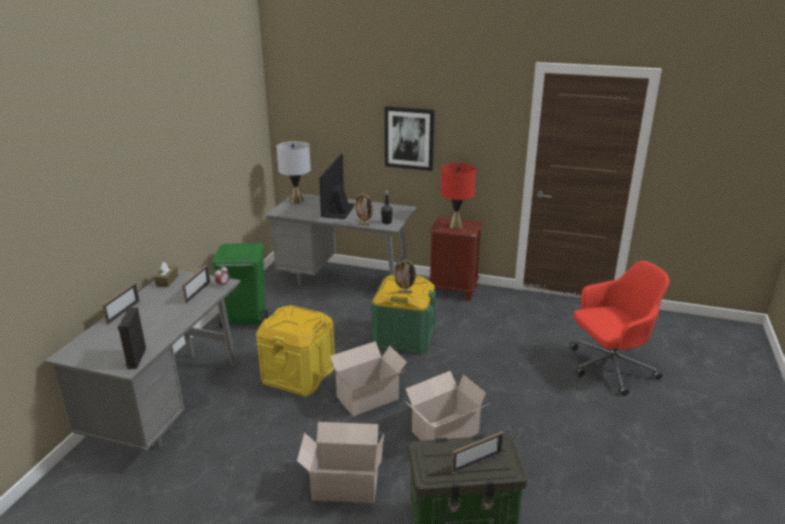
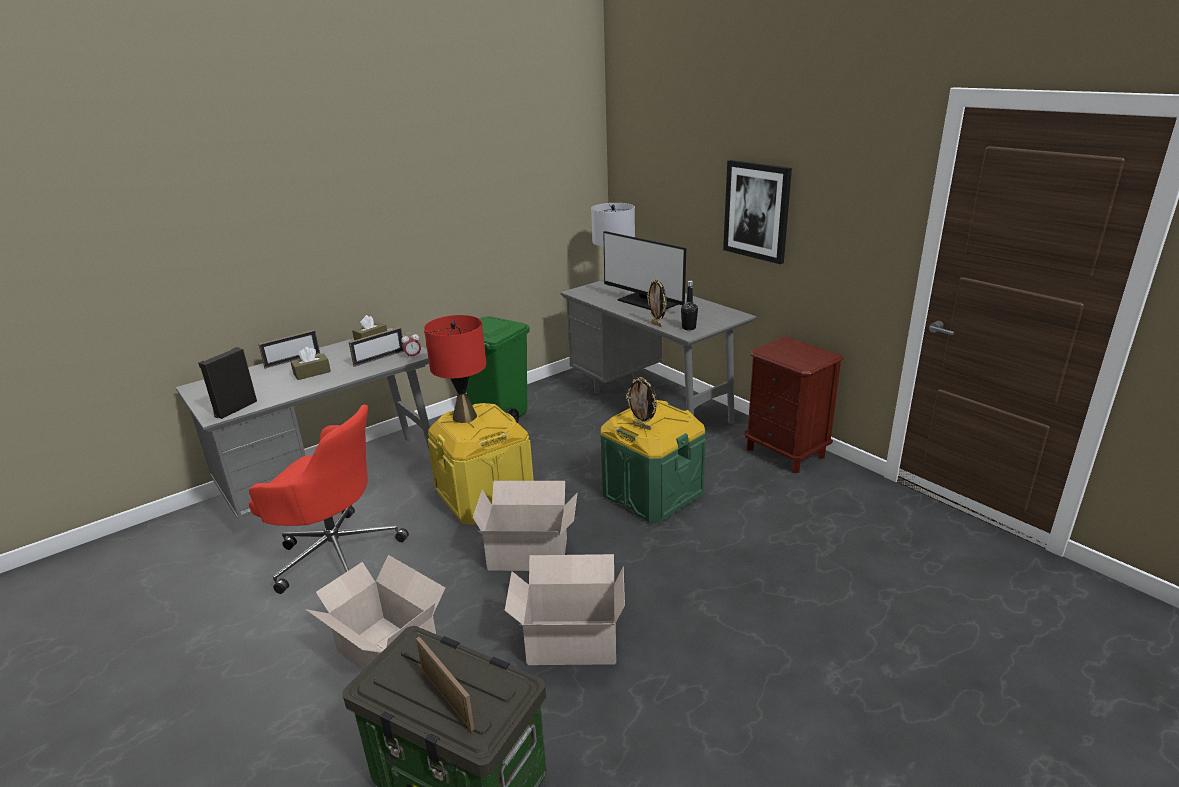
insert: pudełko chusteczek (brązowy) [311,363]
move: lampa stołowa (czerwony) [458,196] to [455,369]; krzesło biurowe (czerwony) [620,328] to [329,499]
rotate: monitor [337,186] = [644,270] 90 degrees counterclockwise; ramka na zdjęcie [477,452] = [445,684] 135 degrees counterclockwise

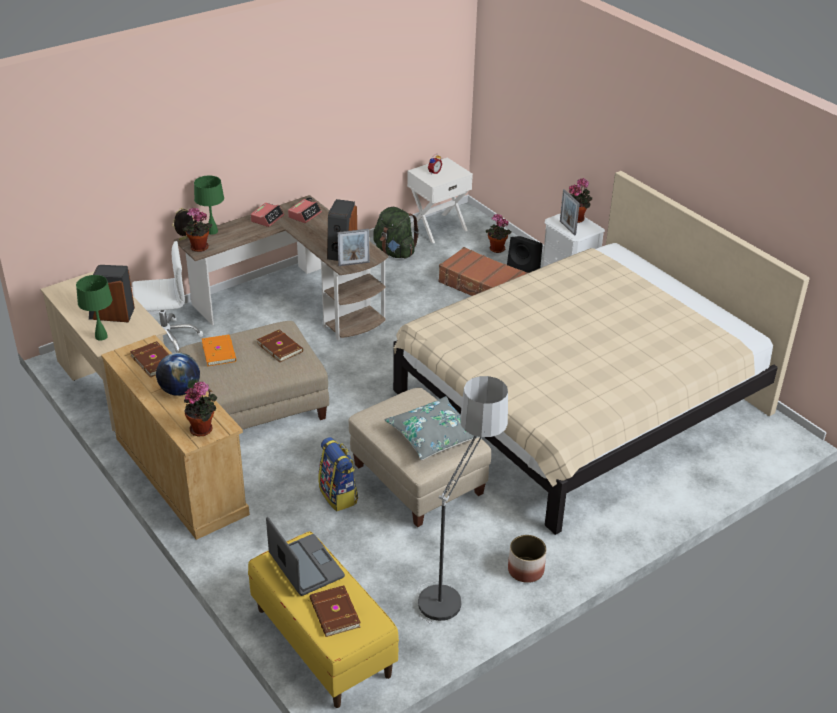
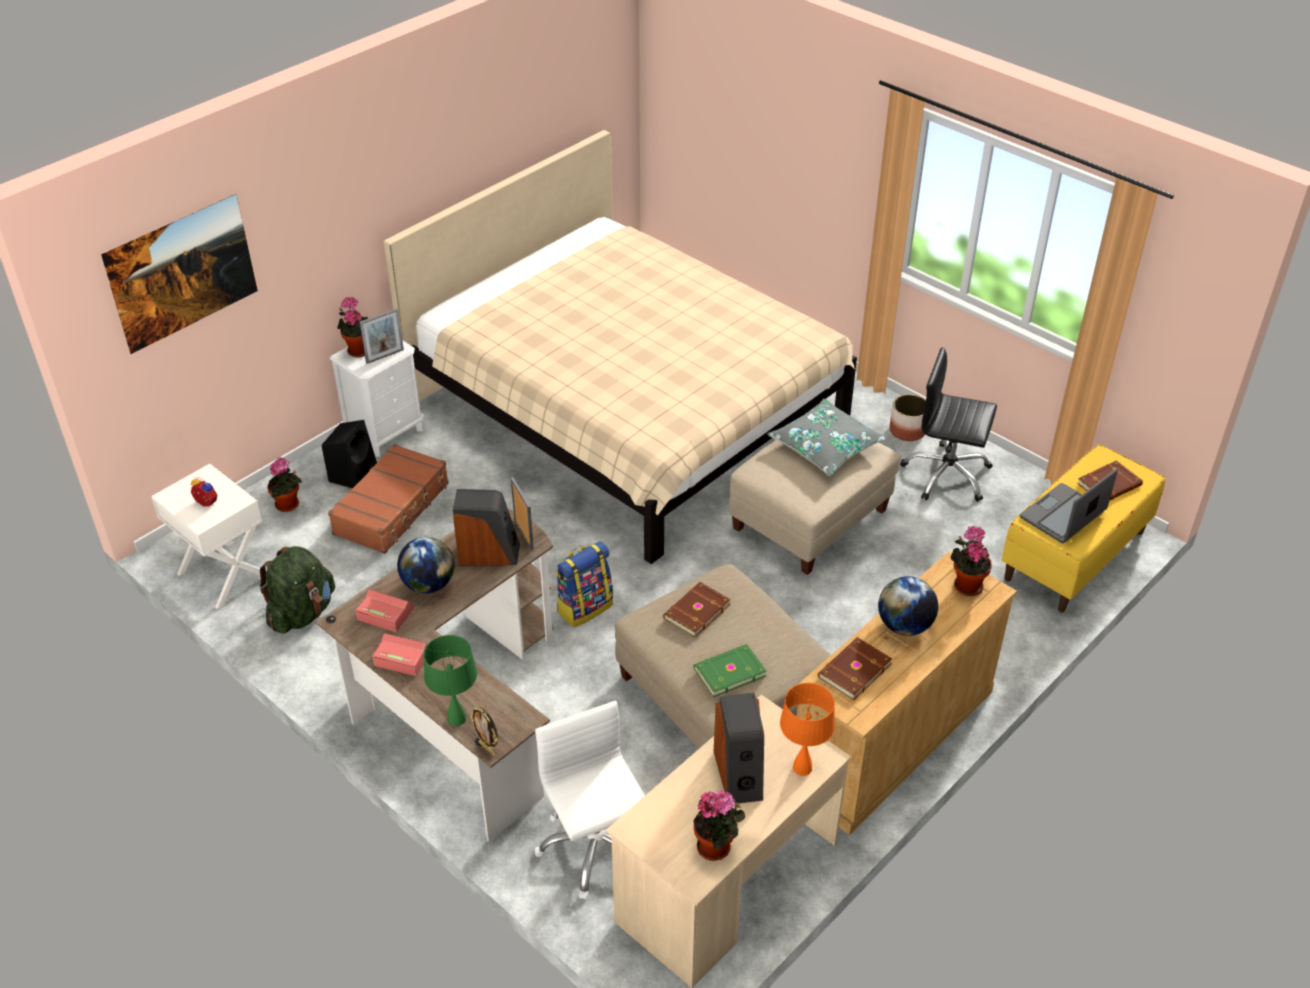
insert: obraz [179,274]; globus [425,565]
move: roślina doniczkowa [197,230] to [719,825]; plecak [338,474] to [584,584]
replace: lampa stojąca [462,500] to krzesło biurowe (czarny) [948,424]
recolor: lampa stołowa (zielony) [94,308] to lampa stołowa (pomarańczowy) [807,729]; książka (pomarańczowy) [219,350] to książka (zielony) [730,670]

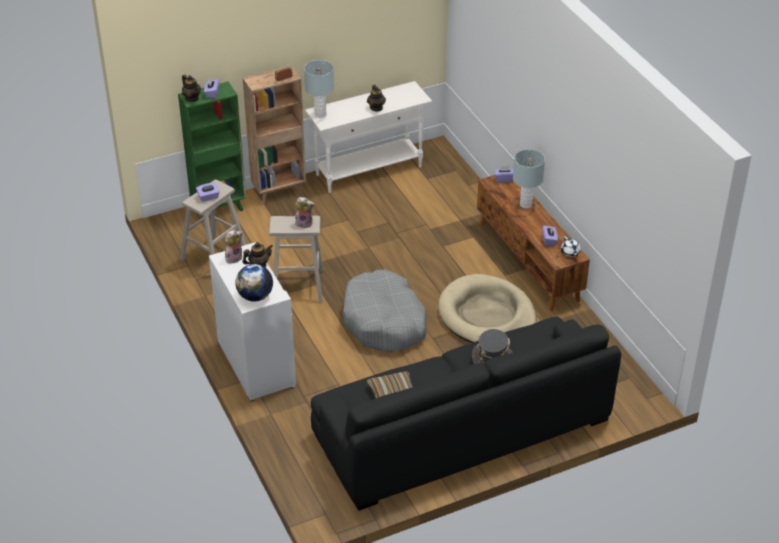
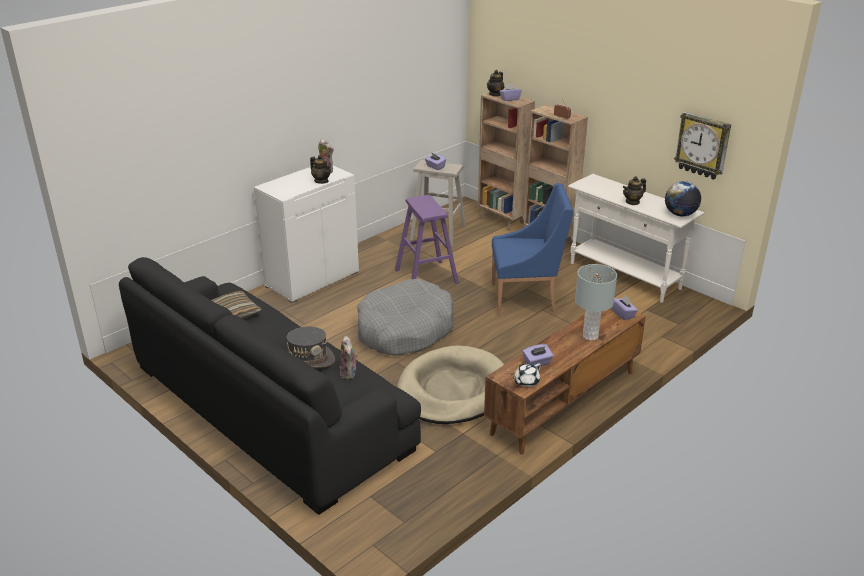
delete: lampa stołowa (szary) [319,89]
insert: zegar ścienny [702,146]; fotel (niebieski) [532,249]
move: pluszak [305,212] to [349,357]; globus [254,283] to [683,198]
recolor: regał (zielony) [212,152] to regał (brązowy) [506,162]; stołek (beżowy) [296,259] to stołek (fioletowy) [427,239]

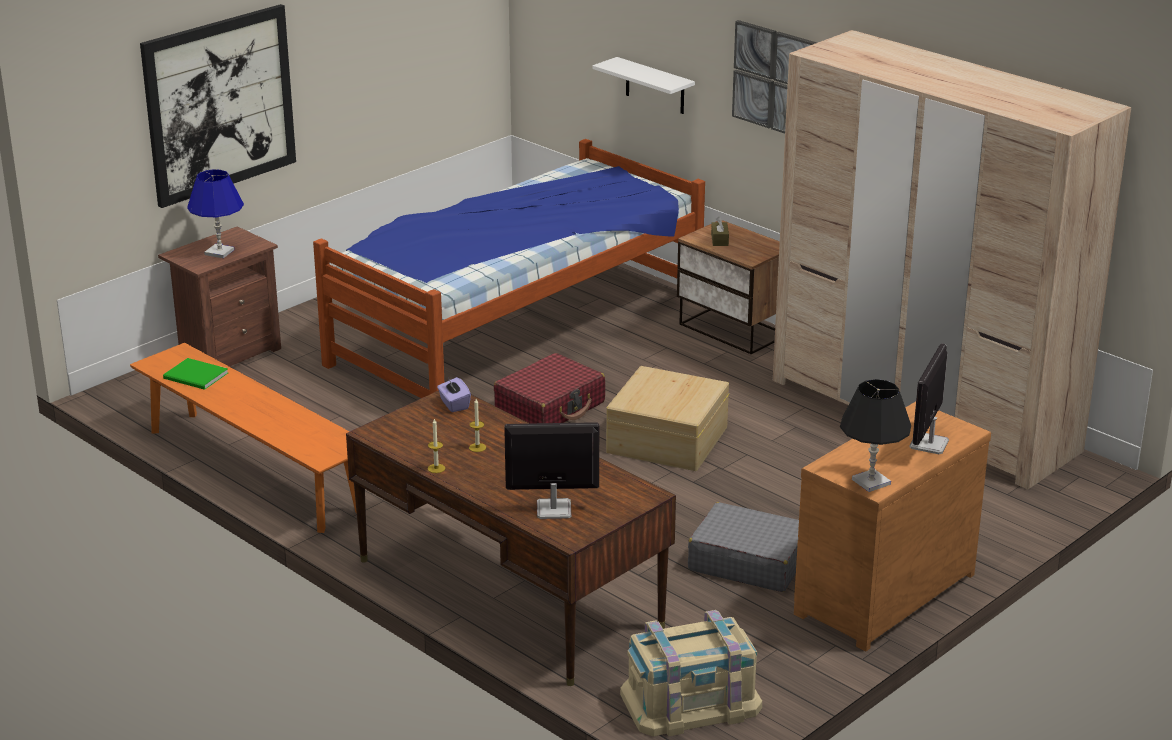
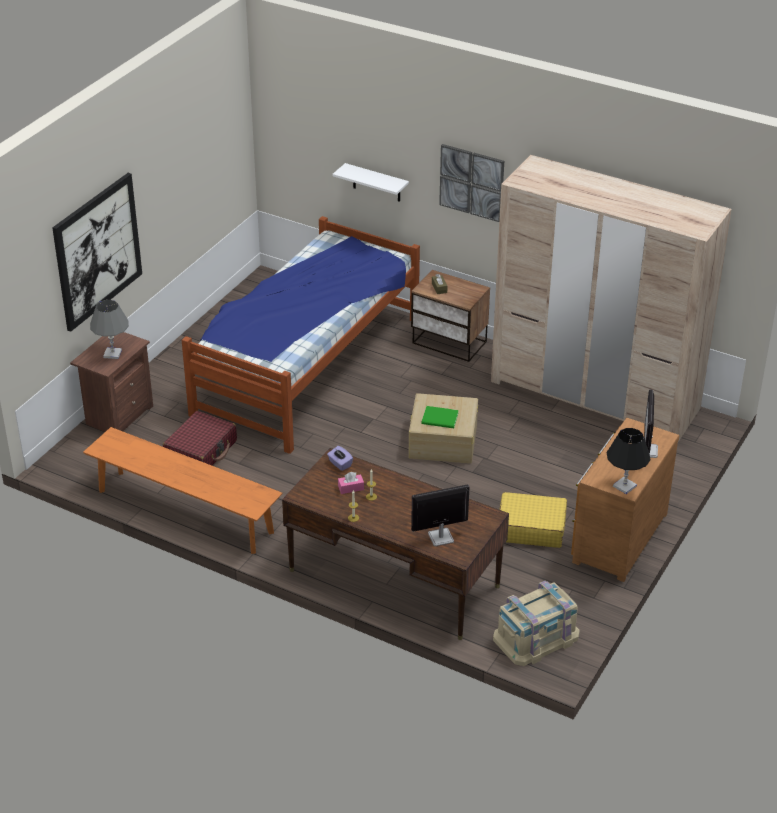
insert: pudełko chusteczek (różowy) [351,483]
move: walizka (czerwony) [549,388] to [200,438]; książka (zielony) [195,374] to [440,417]
recolor: lampa stołowa (niebieski) [215,213] to lampa stołowa (szary) [109,329]; walizka (szary) [743,547] to walizka (żółty) [533,520]

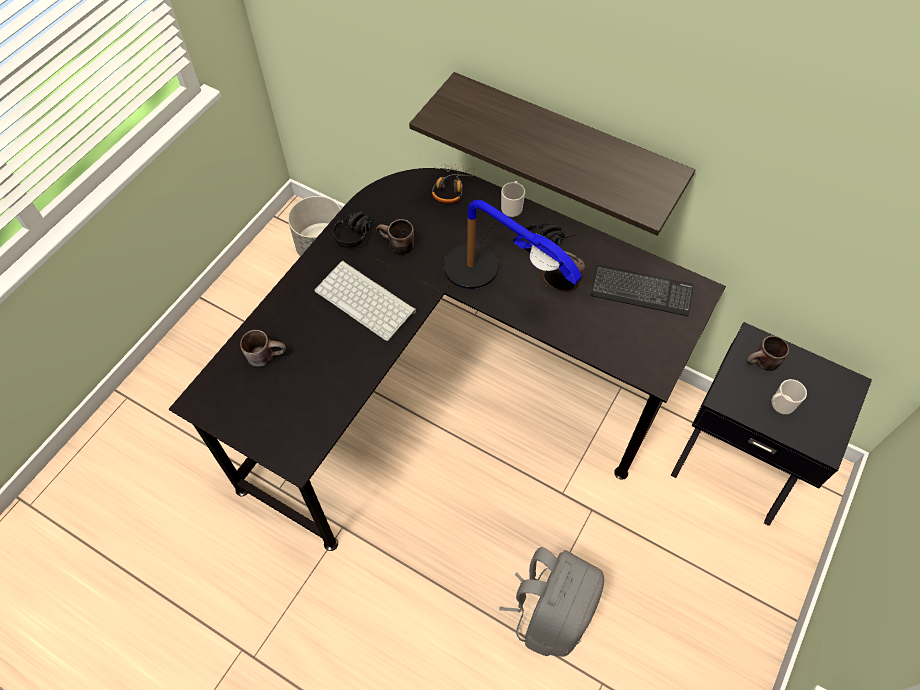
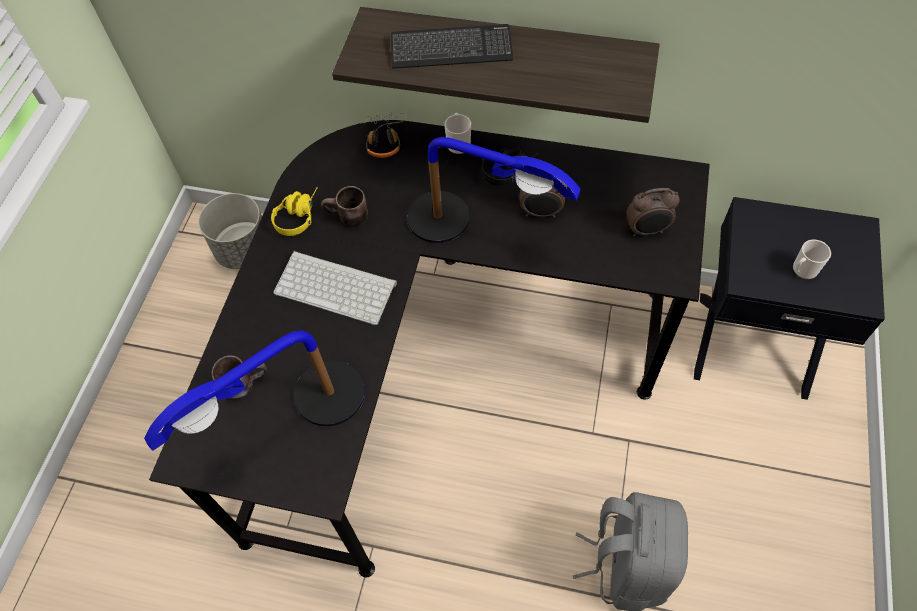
delete: kubek (brązowy) [767,353]
insert: budzik [653,212]; lampa stołowa [254,391]
move: klawiatura [642,290] to [452,46]
recolor: słuchawki (czarny) [356,230] to słuchawki (żółty) [294,211]

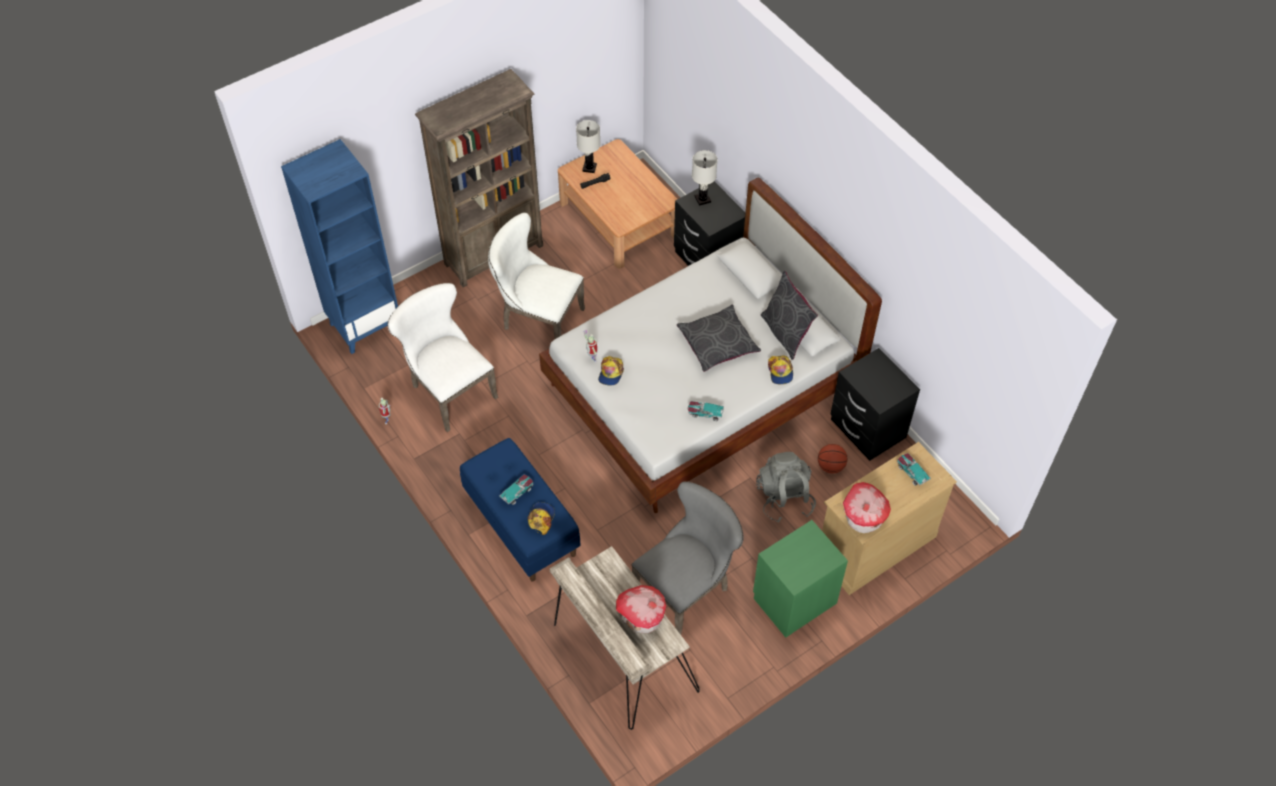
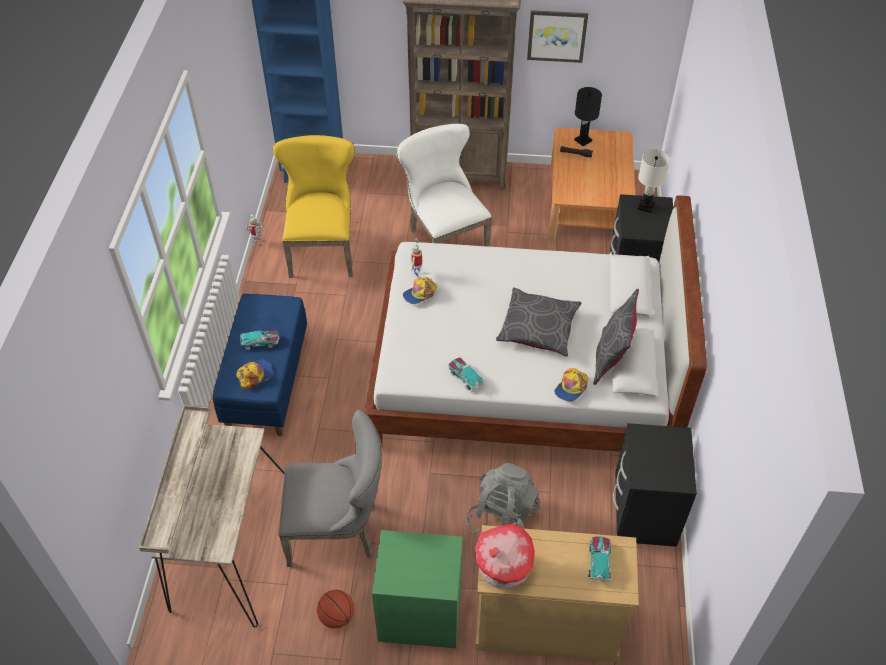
delete: domek [641,609]
insert: obraz [557,36]
move: piłka do koszykówki [832,458] to [335,609]
recolor: lampa stołowa (biały) [588,146] to lampa stołowa (czarny) [588,116]; krzesło (biały) [442,357] to krzesło (żółty) [314,206]

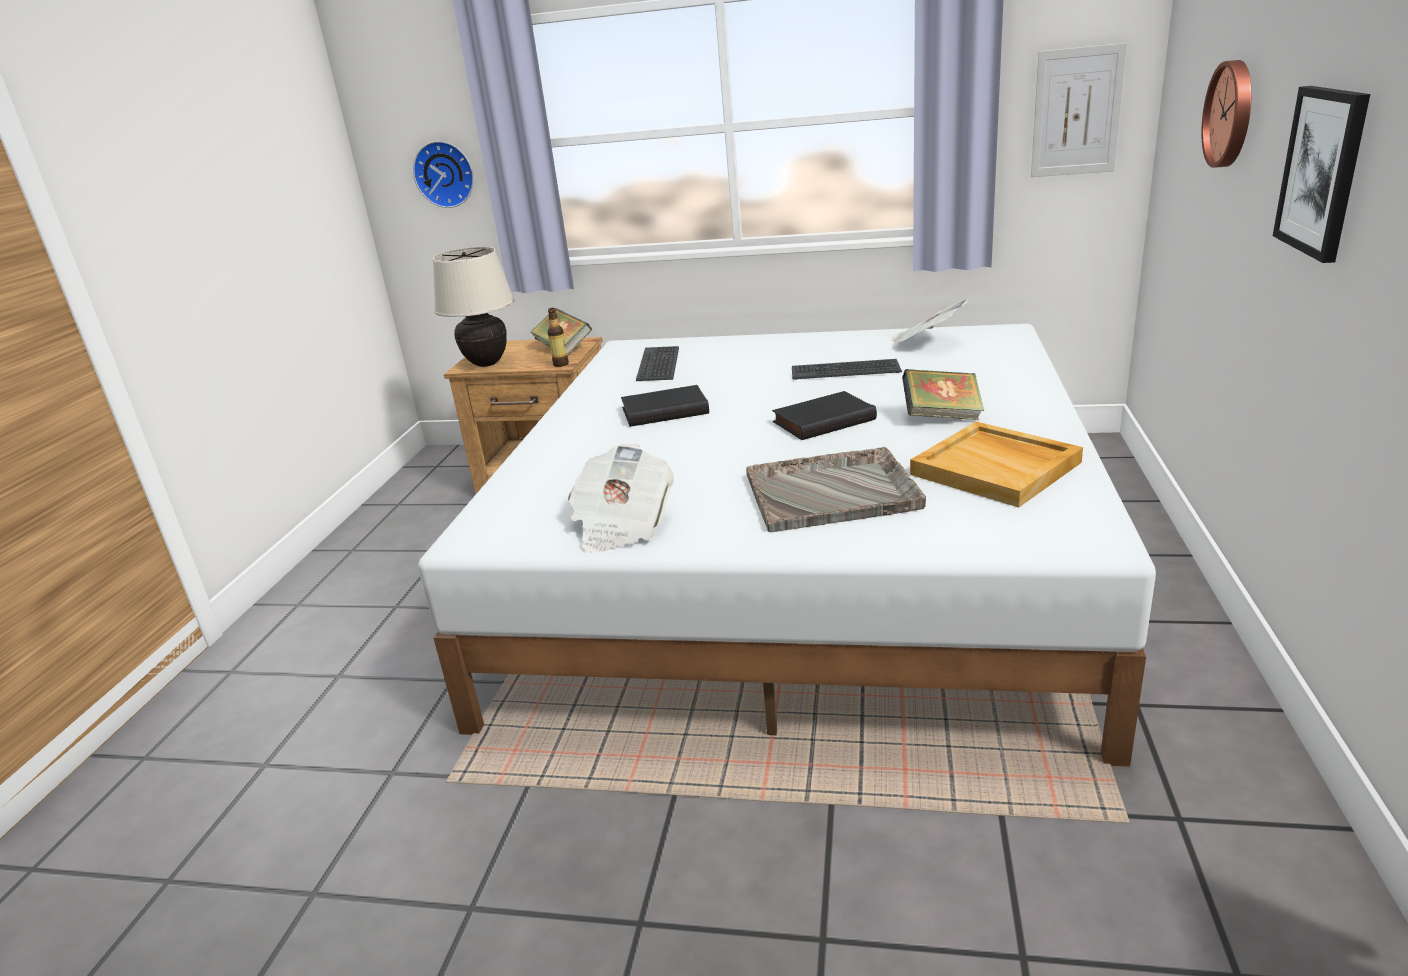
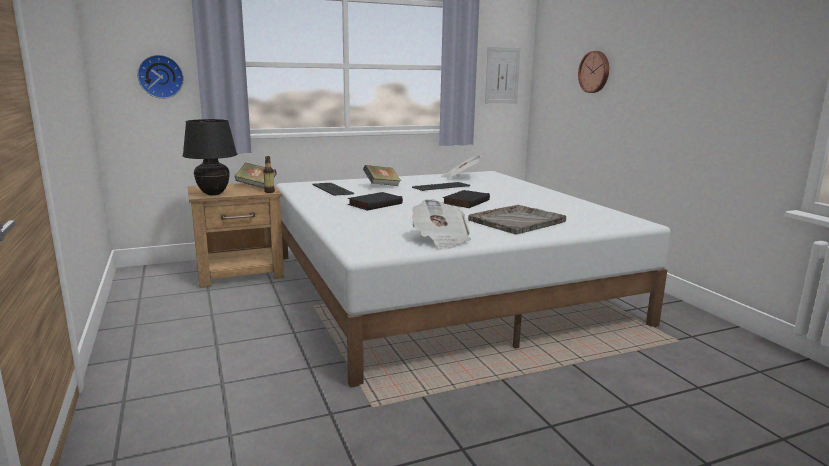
delete: obraz [1321,174]; taca (beżowy) [996,465]
move: książka [943,394] to [382,175]
recolor: lampa stołowa (beżowy) [473,307] to lampa stołowa (czarny) [209,157]

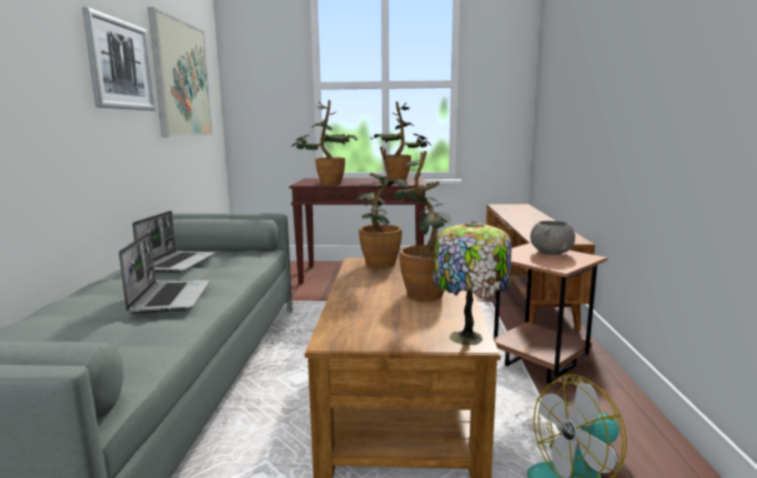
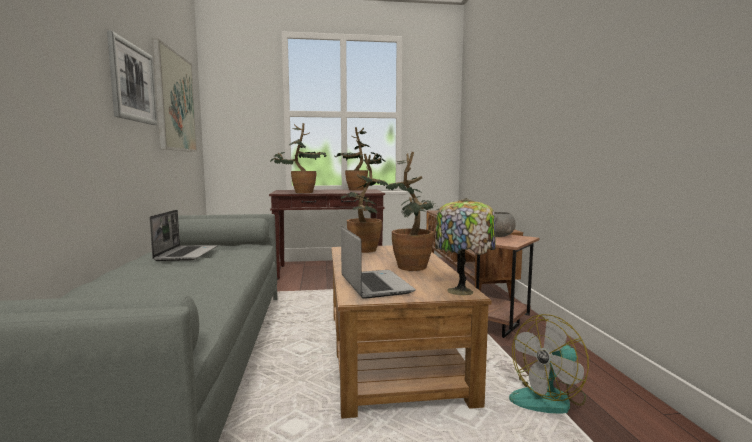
move: laptop [164,273] to [378,262]

